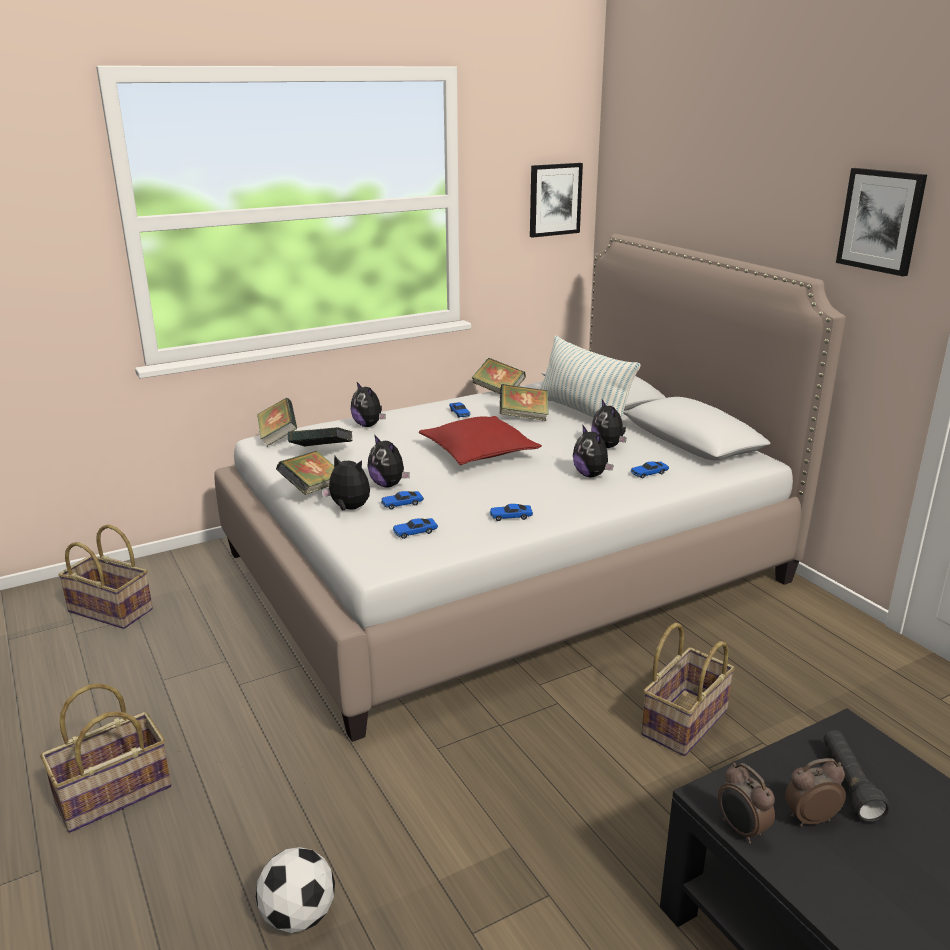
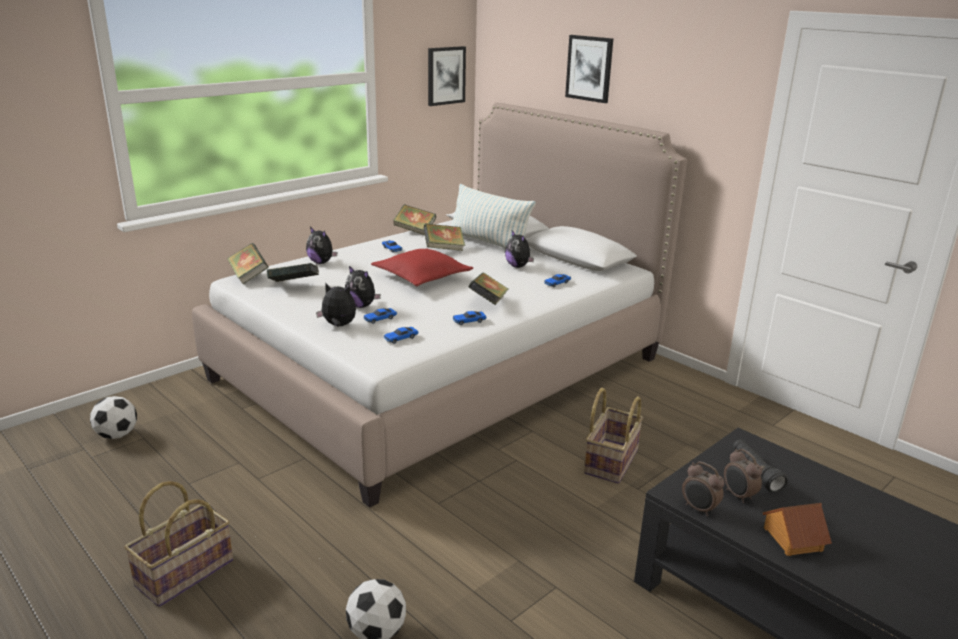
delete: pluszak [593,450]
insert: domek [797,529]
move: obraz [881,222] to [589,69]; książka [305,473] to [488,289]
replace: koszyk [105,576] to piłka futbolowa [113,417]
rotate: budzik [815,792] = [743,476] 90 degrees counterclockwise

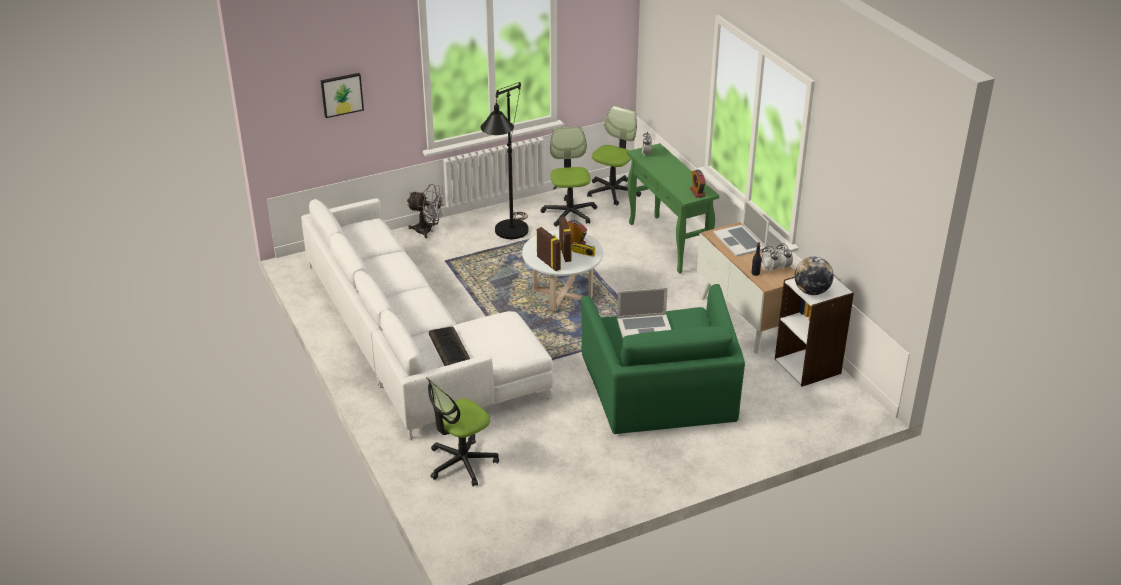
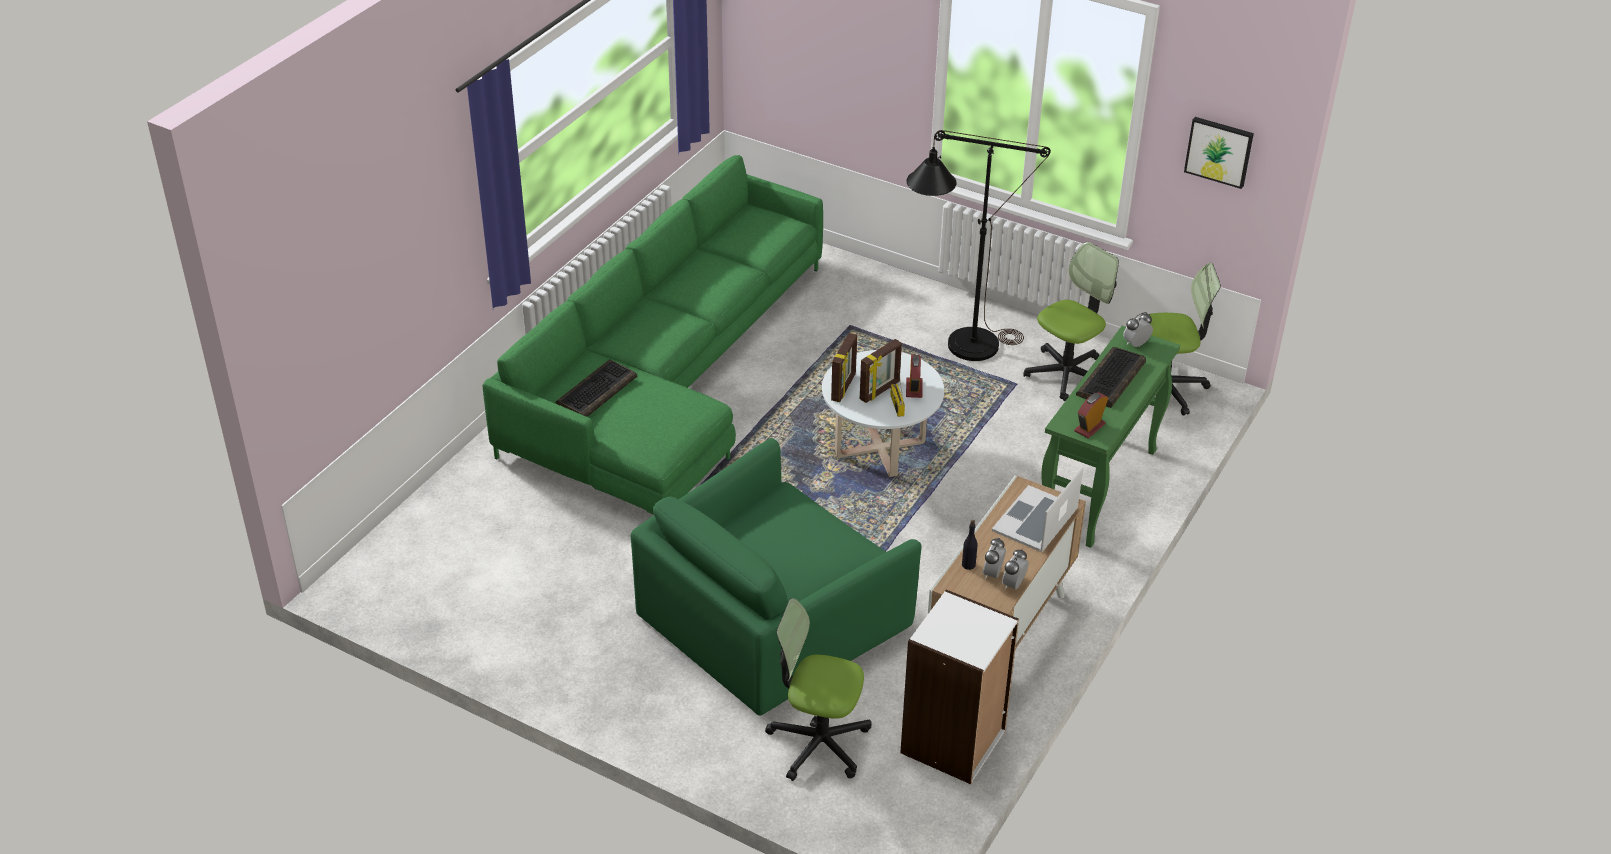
delete: wentylator (szary) [426,211]; globus [814,276]; laptop [644,313]
insert: klawiatura [1111,377]
move: obraz [342,95] to [1219,153]; krzesło biurowe [462,432] to [818,689]
recolor: kanapa (biały) [427,318] to kanapa (zielony) [653,335]

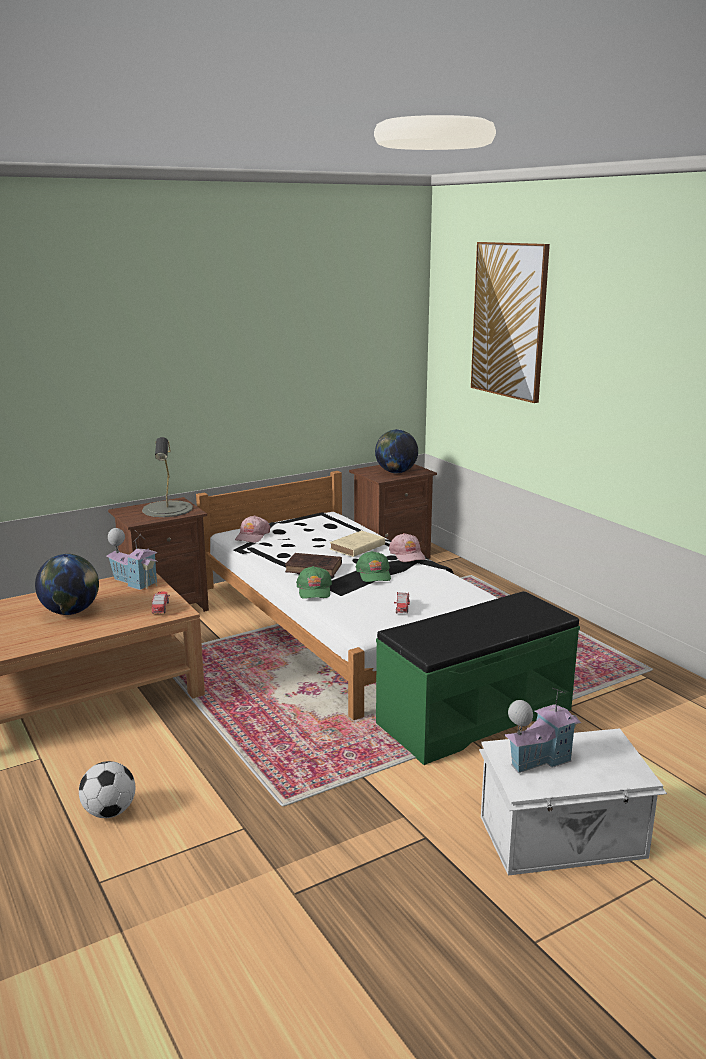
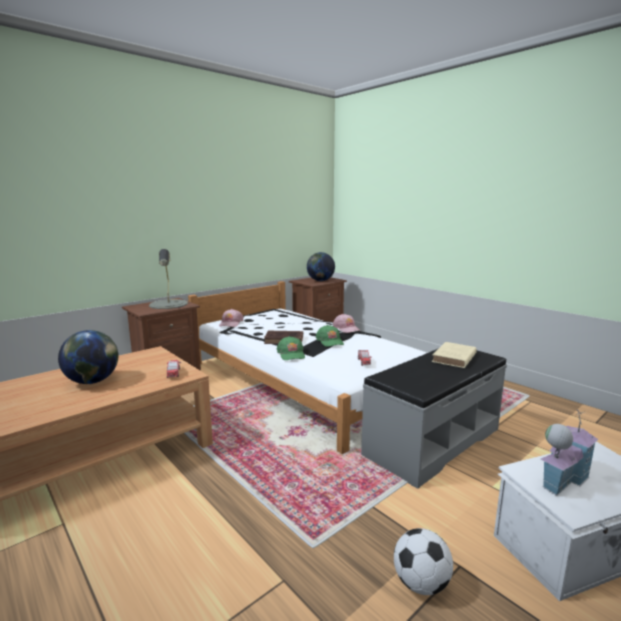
delete: obraz [510,322]; domek [132,559]
move: książka (beżowy) [357,544] to [454,355]; piłka futbolowa [107,789] to [423,561]
recolor: ławka (zielony) [478,678] to ławka (szary) [434,418]

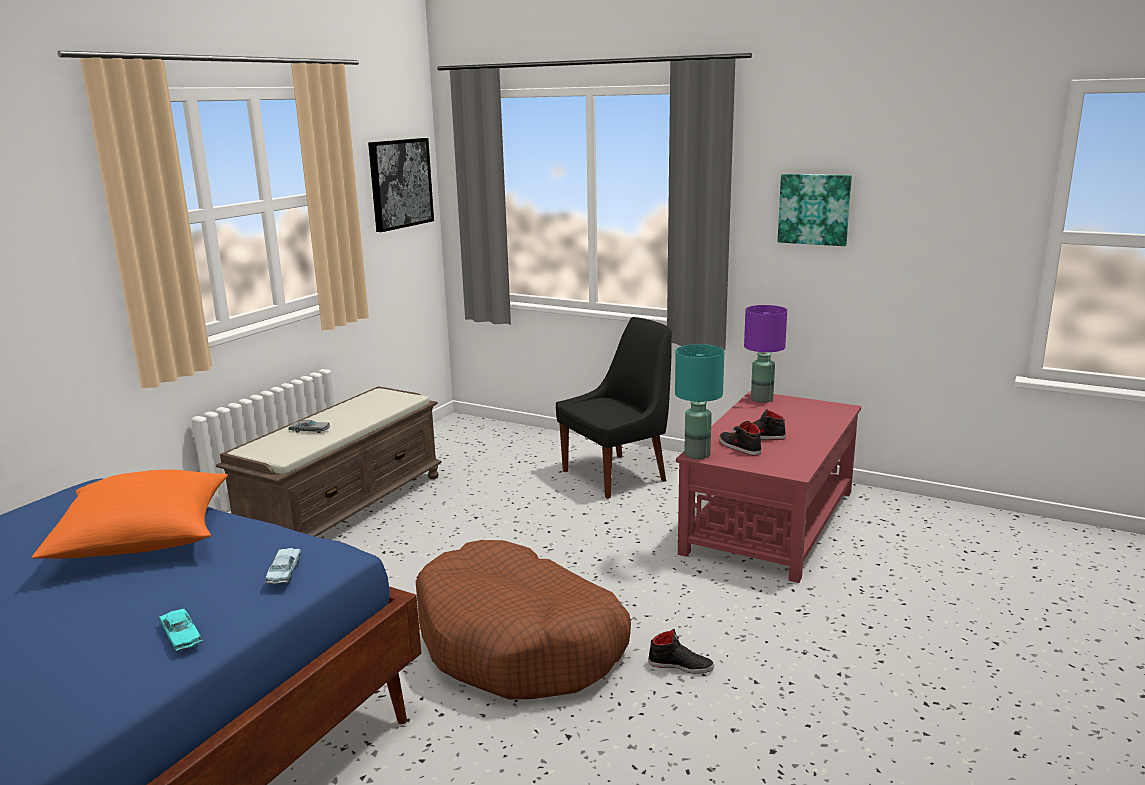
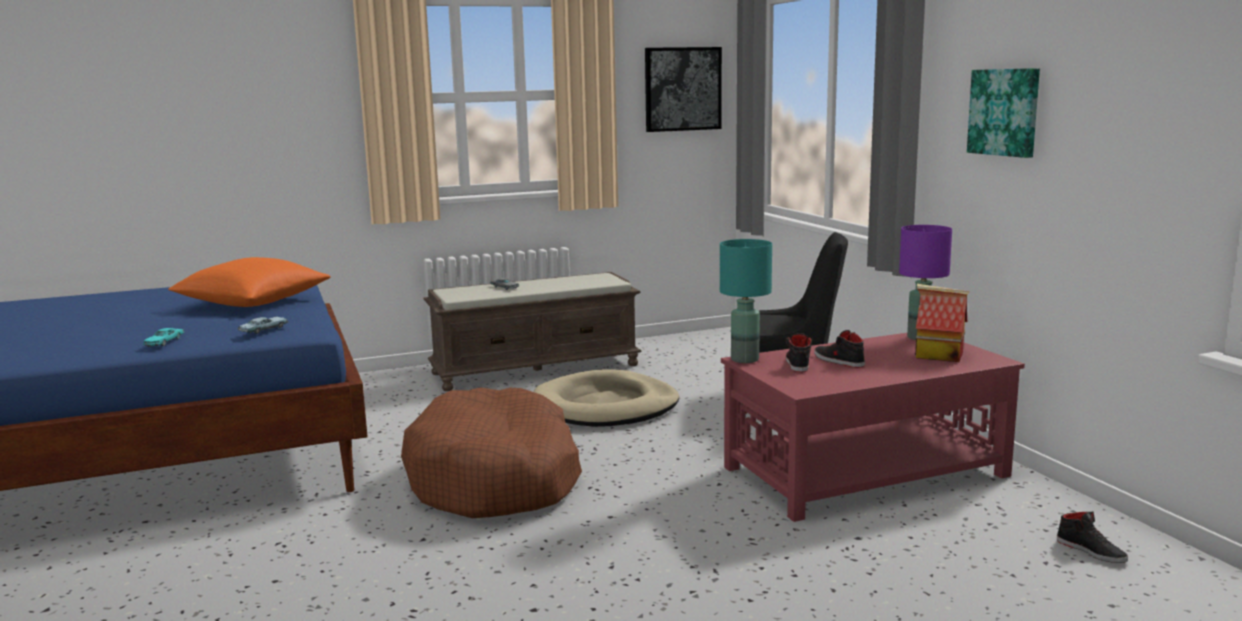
insert: domek [942,323]; legowisko (beżowy) [606,398]
move: but (czarny) [681,651] to [1092,537]

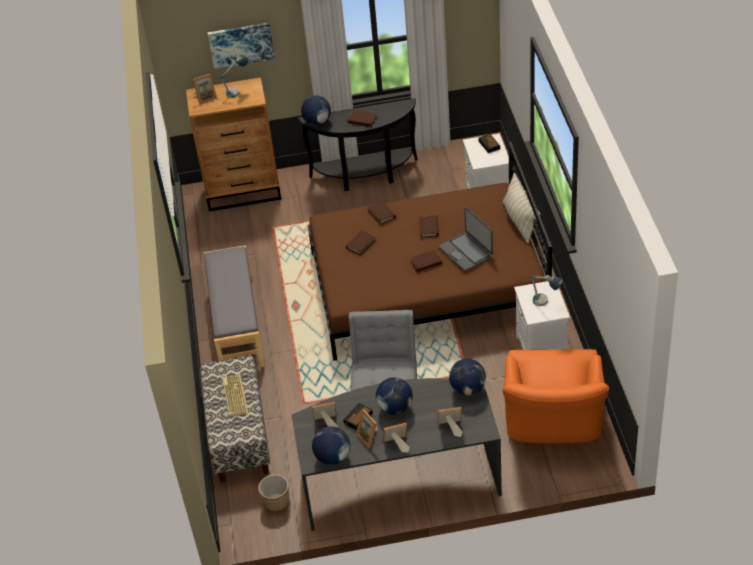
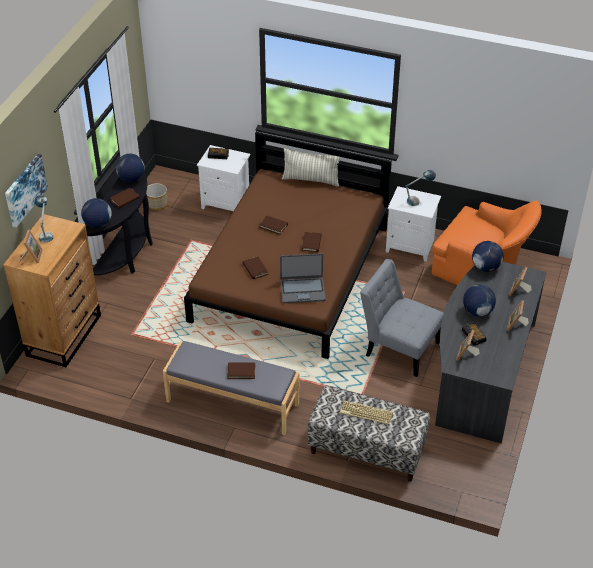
delete: ramka na zdjęcie [366,428]
move: książka (brązowy) [381,213] to [241,370]; laptop [466,239] to [303,278]; globus [331,445] to [130,167]; donica [273,493] to [156,196]

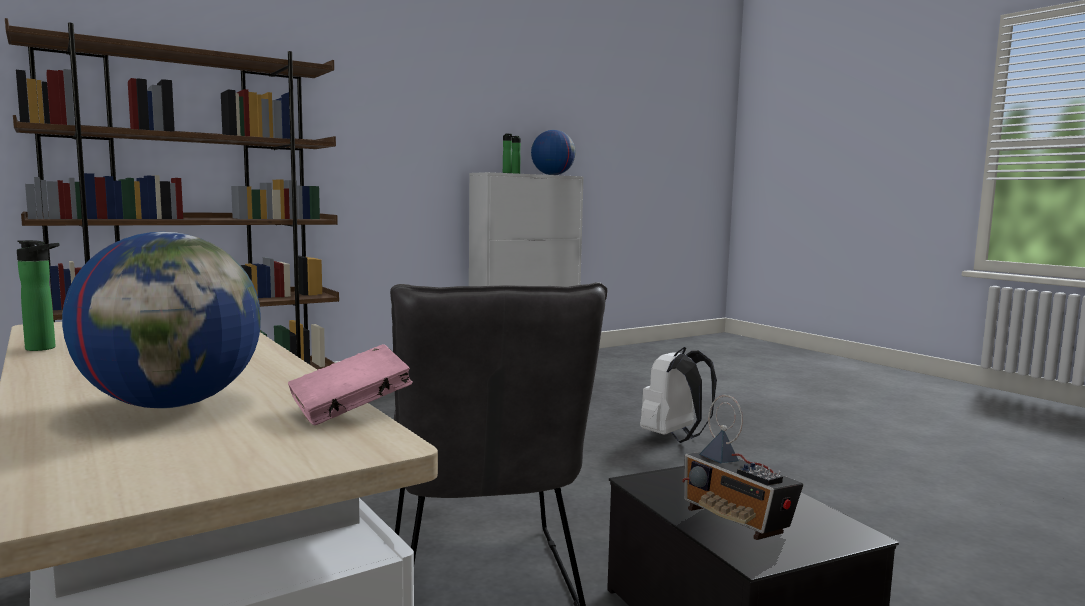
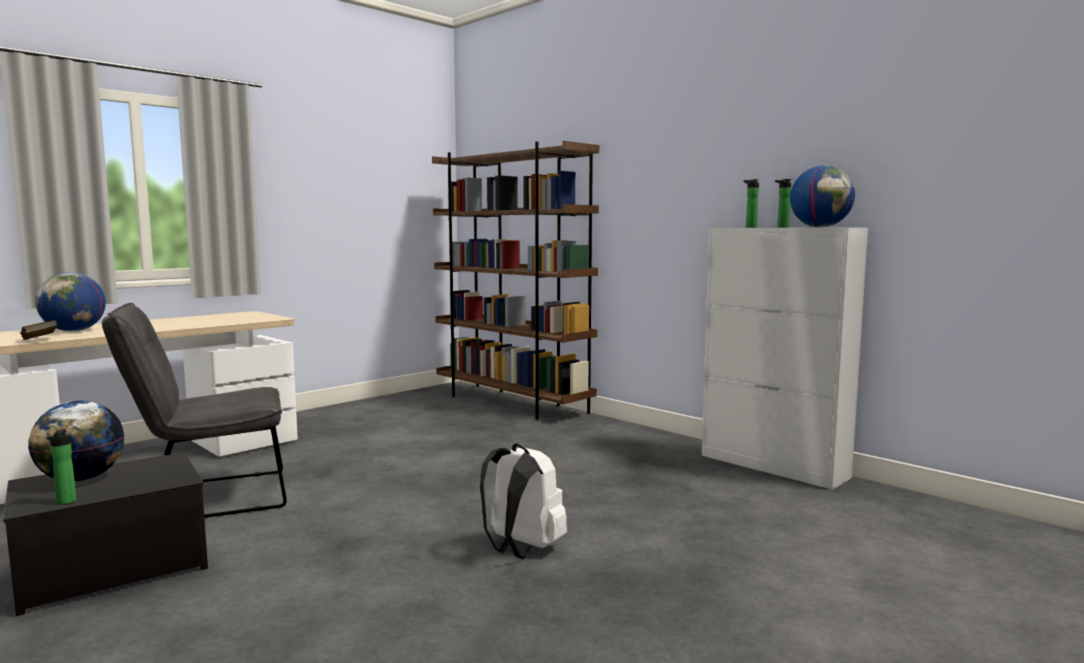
move: butelka [38,295] to [61,466]
replace: radio [742,467] to globus [76,441]
recolor: książka (różowy) [350,384] to książka (brązowy) [38,330]

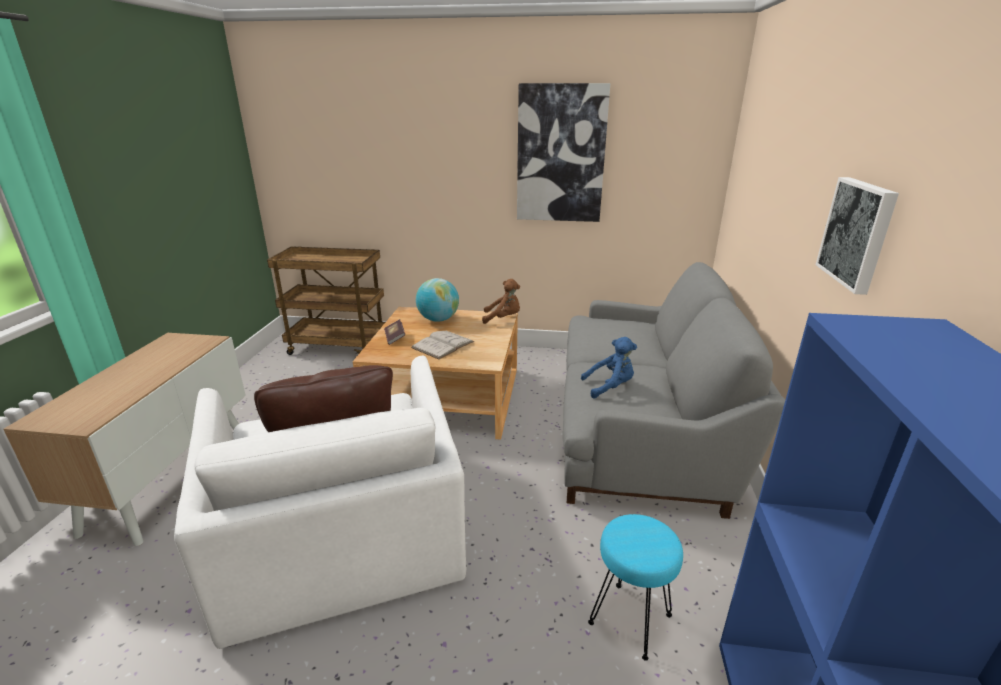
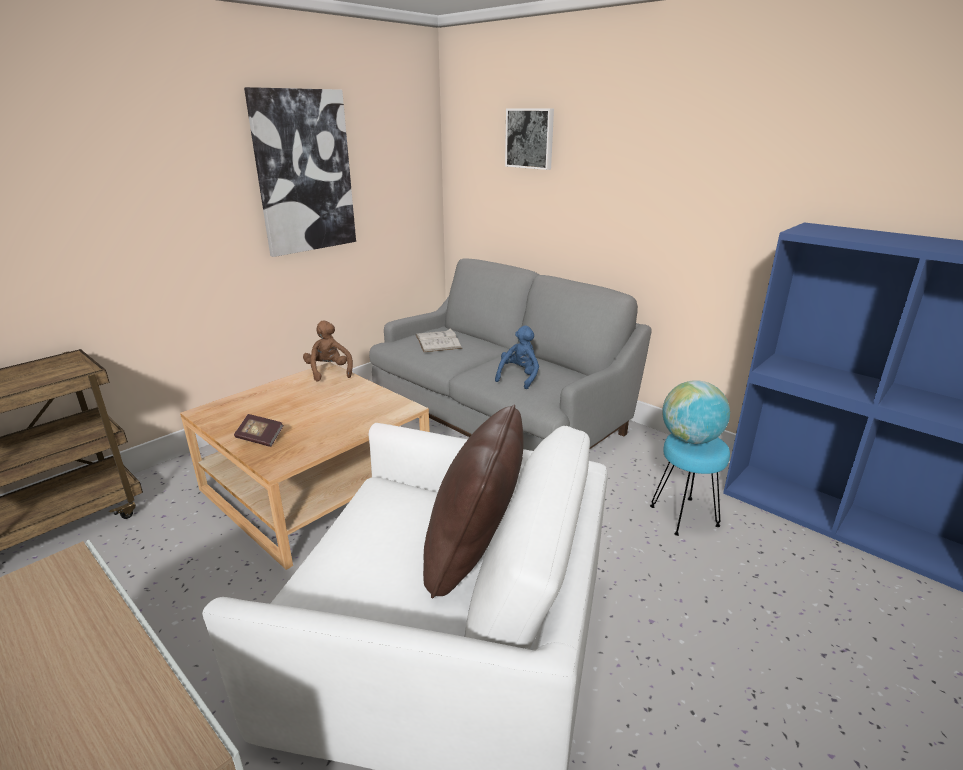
move: obraz [857,236] to [529,139]; globus [437,300] to [696,412]; książka (biały) [443,345] to [438,340]
rotate: pluszak (brązowy) [501,301] = [328,351] 60 degrees counterclockwise

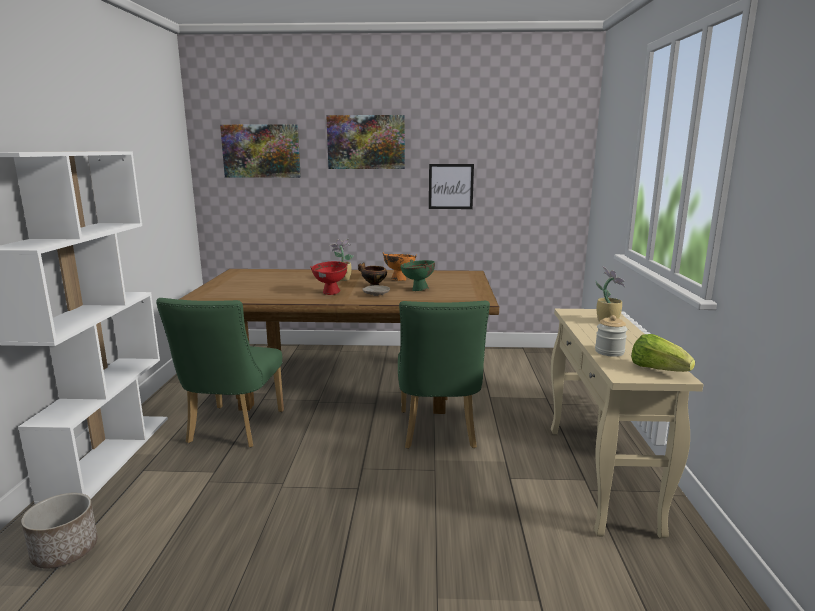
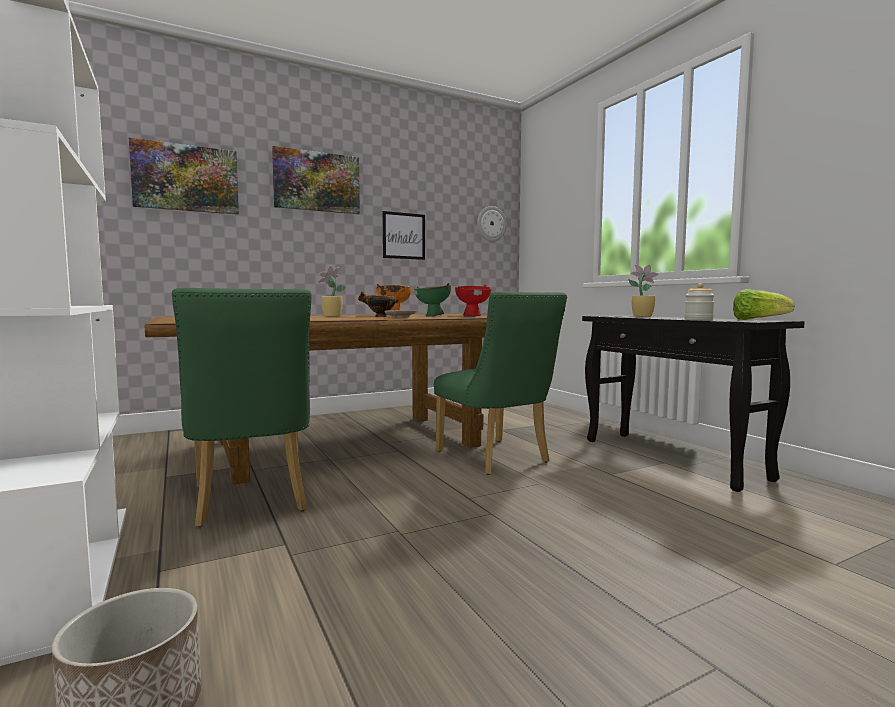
insert: zegar ścienny [492,224]
move: miska (czerwony) [329,278] to [473,300]
recolor: stolik konsolowy (beżowy) [627,423] to stolik konsolowy (czarny) [693,403]

